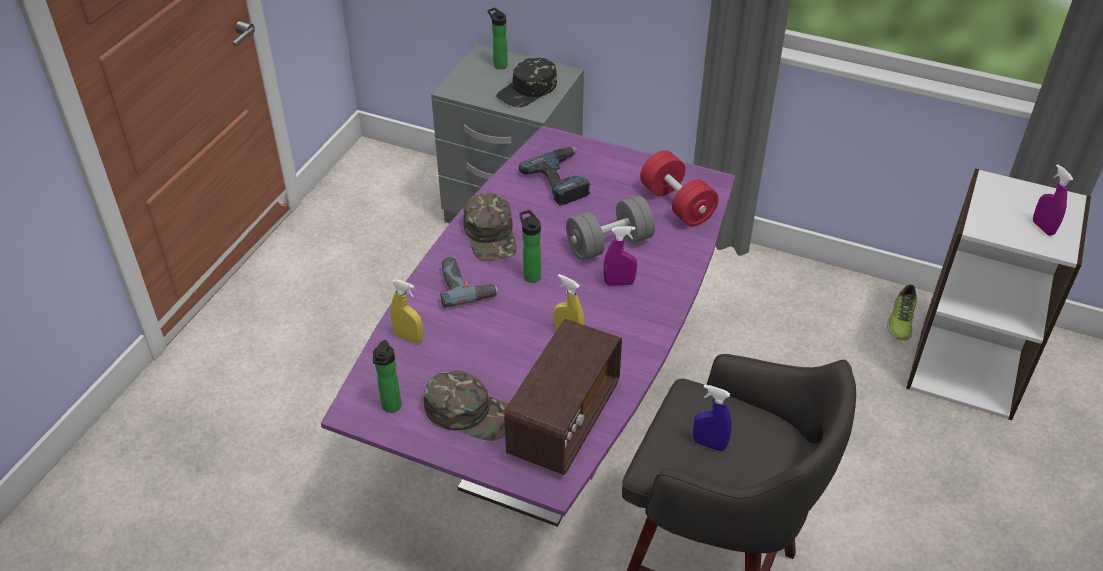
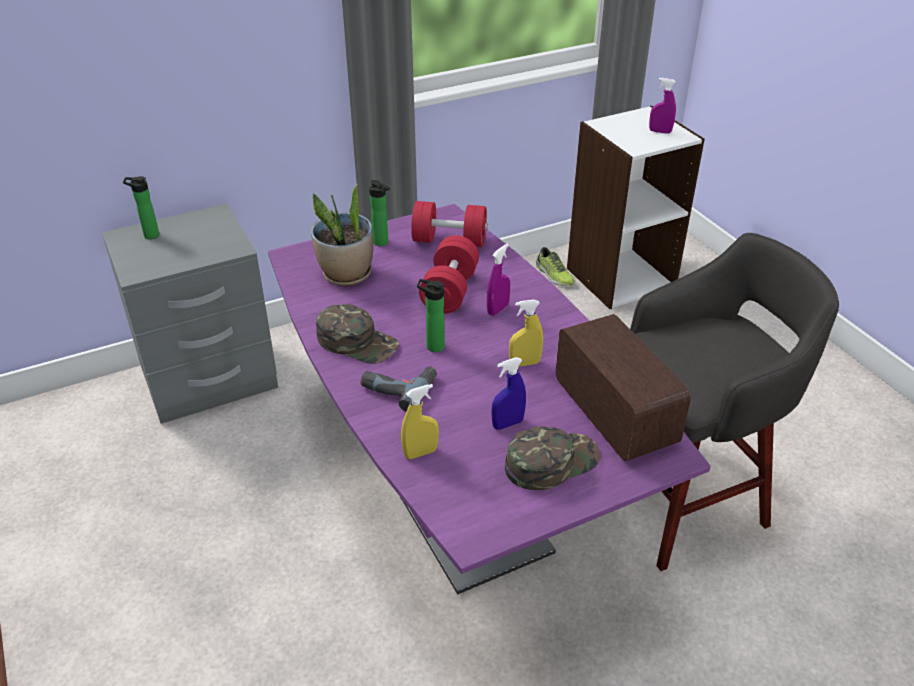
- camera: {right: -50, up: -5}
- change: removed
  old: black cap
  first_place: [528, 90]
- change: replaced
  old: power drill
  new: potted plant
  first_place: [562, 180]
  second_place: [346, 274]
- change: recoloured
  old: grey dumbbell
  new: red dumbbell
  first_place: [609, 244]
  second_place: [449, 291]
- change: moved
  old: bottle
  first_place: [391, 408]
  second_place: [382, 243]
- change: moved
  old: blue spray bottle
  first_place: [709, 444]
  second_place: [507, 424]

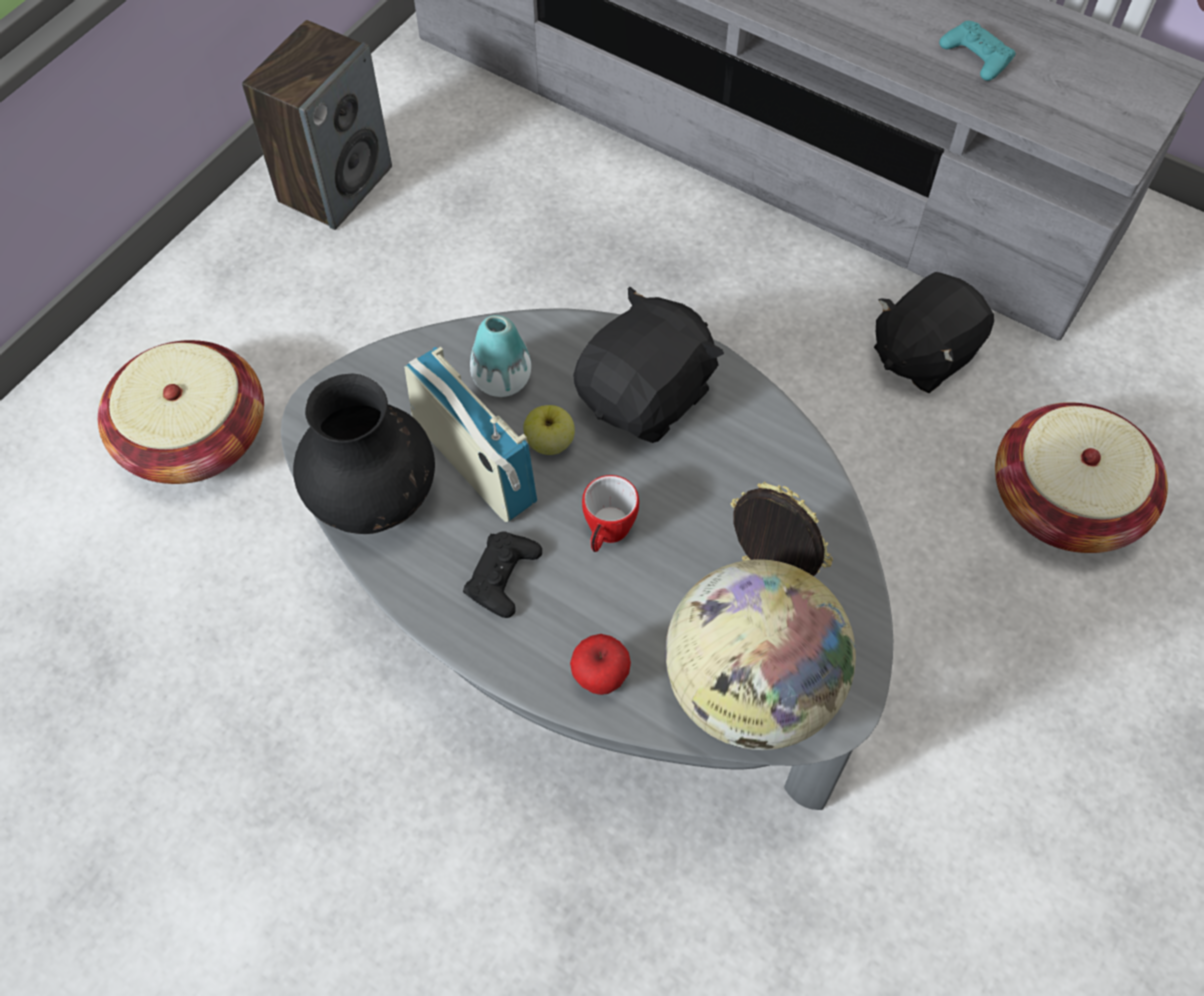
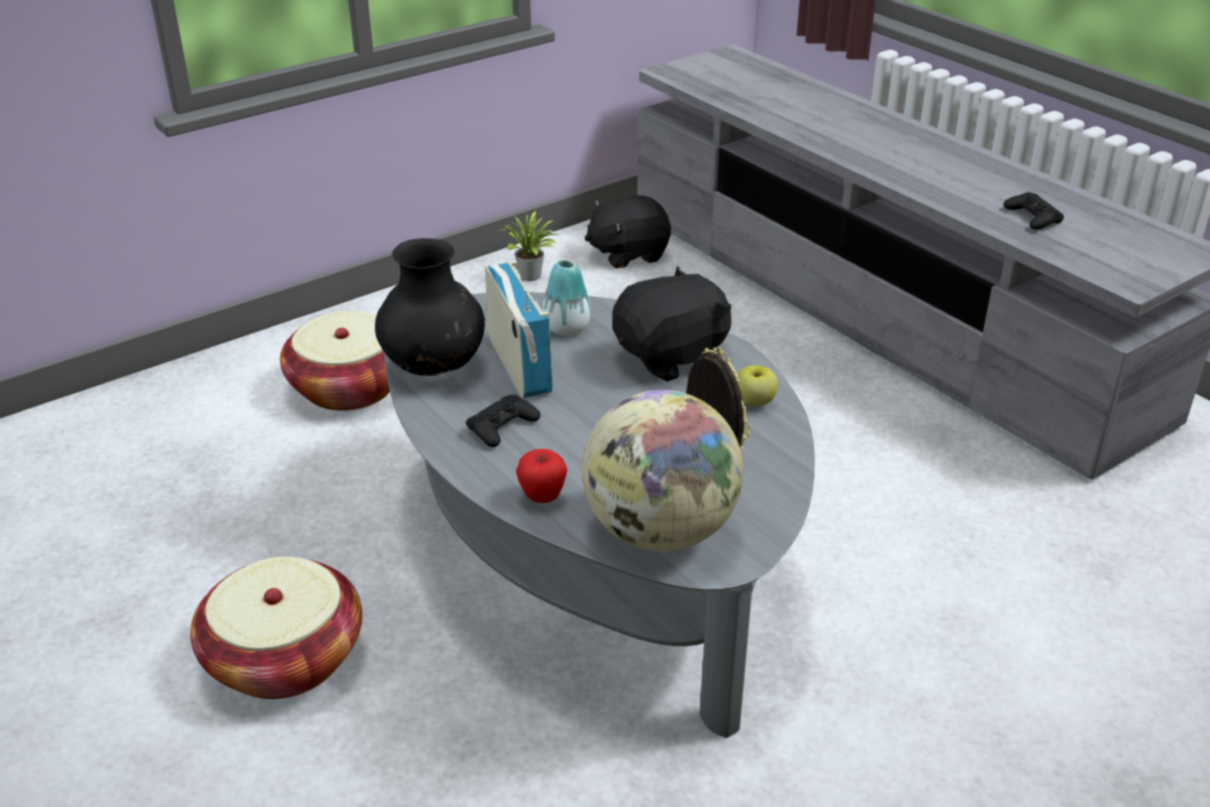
- camera: {right: 20, up: -25}
- change: replaced
  old: speaker
  new: potted plant
  first_place: [335, 184]
  second_place: [532, 277]
- change: recoloured
  old: turquoise game controller
  new: black game controller
  first_place: [976, 56]
  second_place: [1032, 217]
- change: moved
  old: black plush toy
  first_place: [922, 354]
  second_place: [628, 254]
- change: moved
  old: basket
  first_place: [1064, 501]
  second_place: [284, 658]
- change: moved
  old: apple
  first_place: [549, 443]
  second_place: [755, 401]
- change: removed
  old: mug
  first_place: [606, 533]

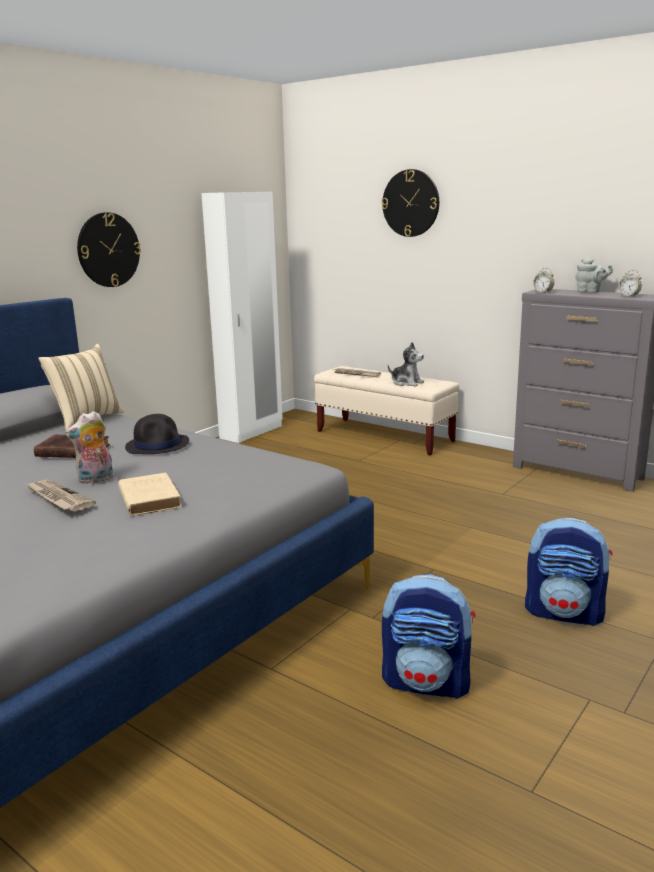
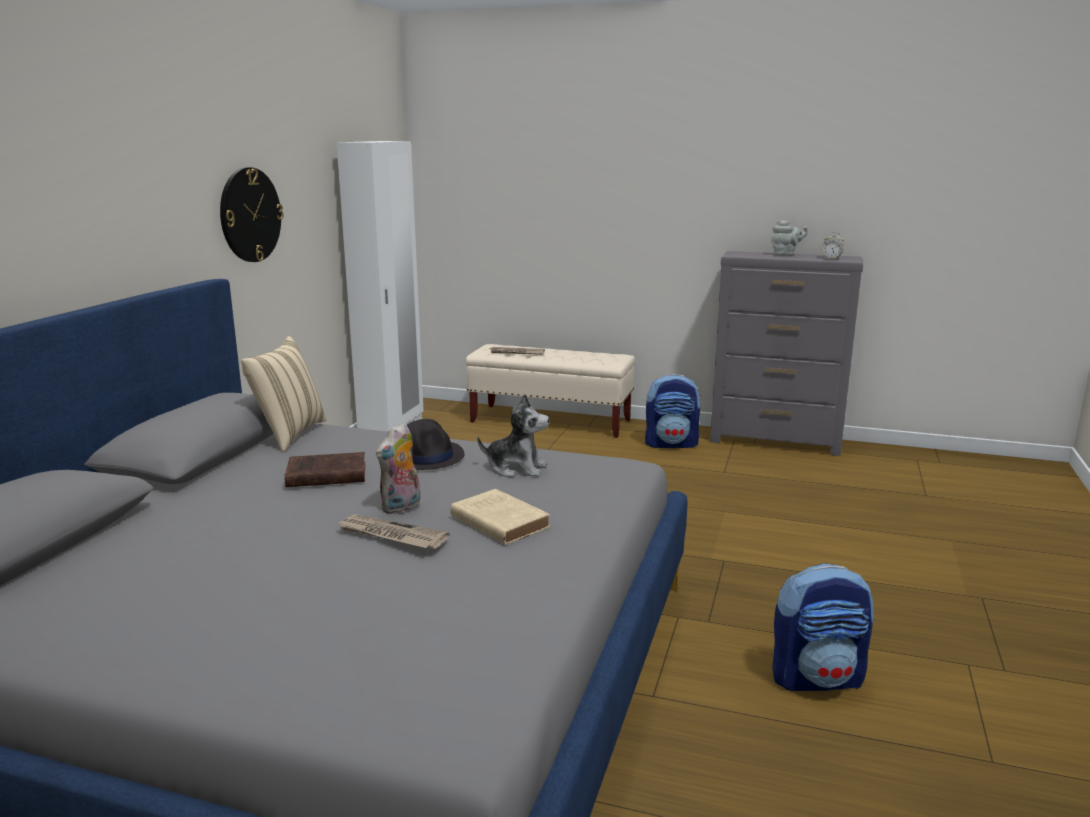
- camera: {right: -20, up: 0}
- change: removed
  old: wall clock
  first_place: [411, 203]
- change: removed
  old: alarm clock
  first_place: [543, 292]
- change: moved
  old: plush toy
  first_place: [406, 383]
  second_place: [516, 468]
- change: moved
  old: backpack
  first_place: [565, 613]
  second_place: [671, 444]

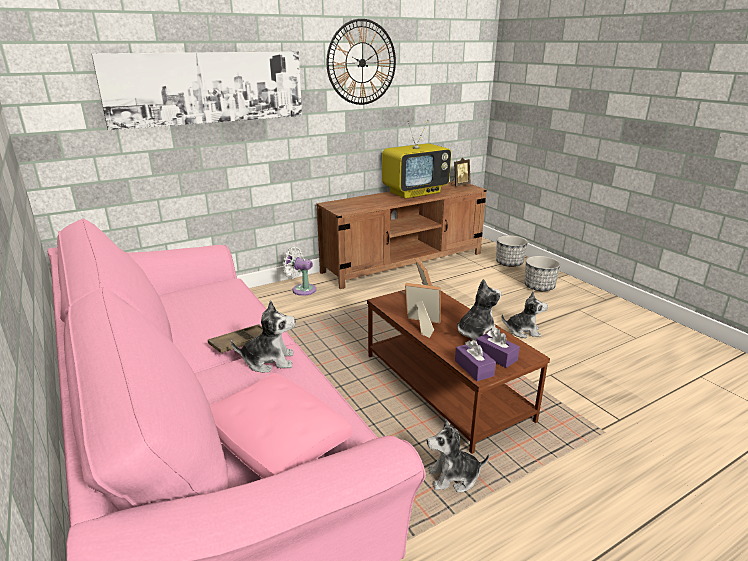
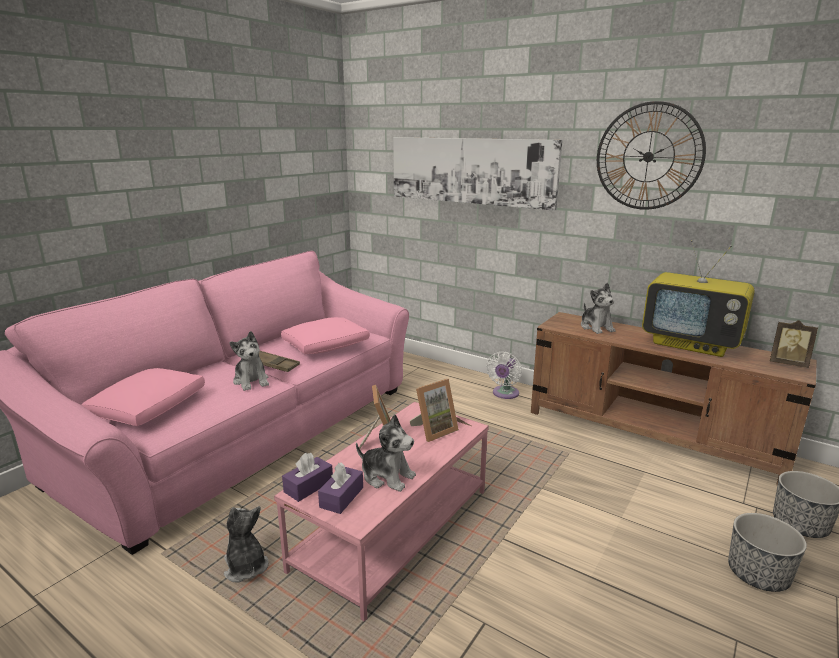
- camera: {right: 65, up: -5}
- change: turned
  old: white fan
  first_place: [301, 289]
  second_place: [504, 394]
  degrees: -150
- change: recoloured
  old: brown coffee table
  new: pink coffee table
  first_place: [443, 386]
  second_place: [393, 528]
- change: moved
  old: plush toy
  first_place: [523, 331]
  second_place: [596, 327]
- change: added
  new: pink pillow
  second_place: [326, 345]

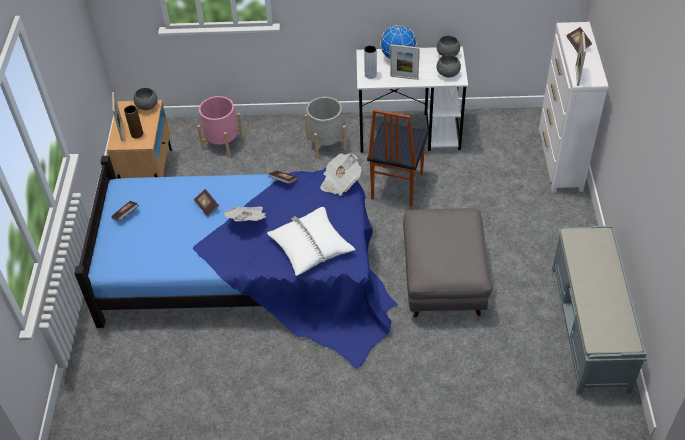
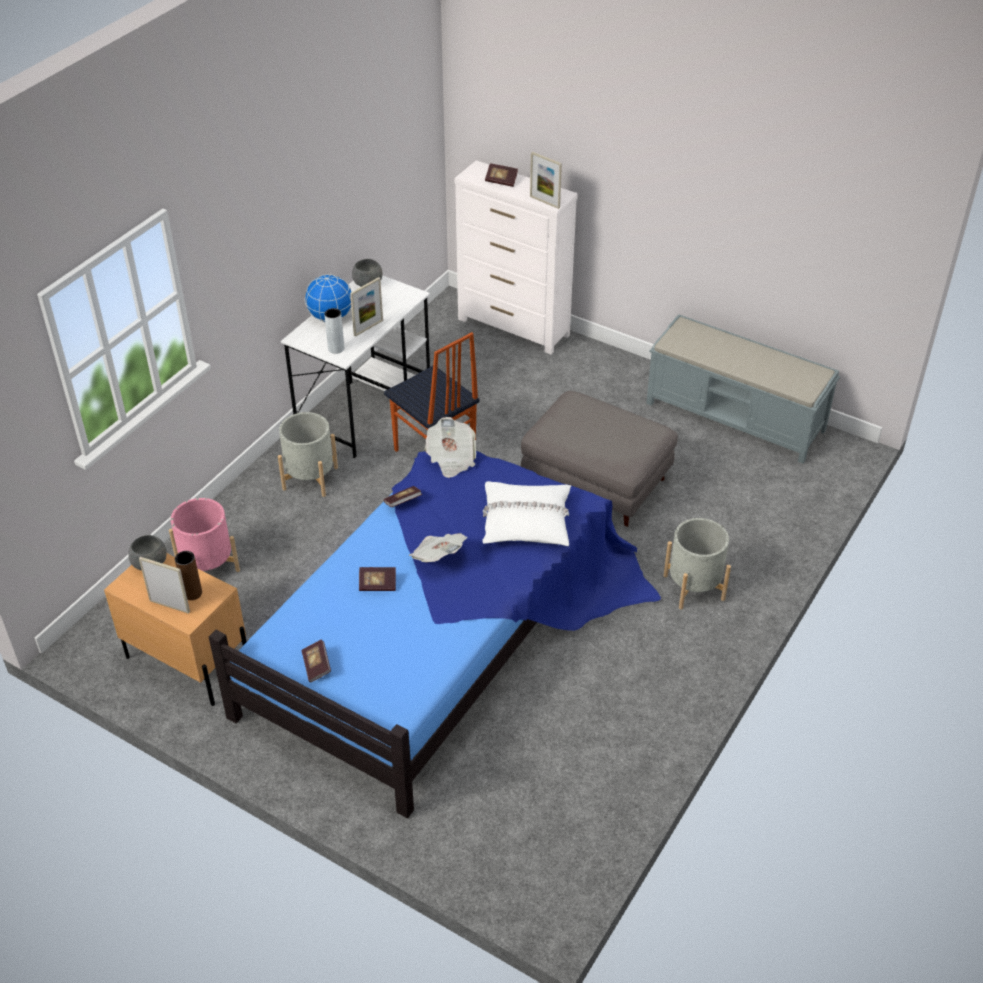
- camera: {right: -60, up: -5}
- change: removed
  old: grey bowl
  first_place: [448, 74]
- change: added
  new: grey planter
  second_place: [694, 587]

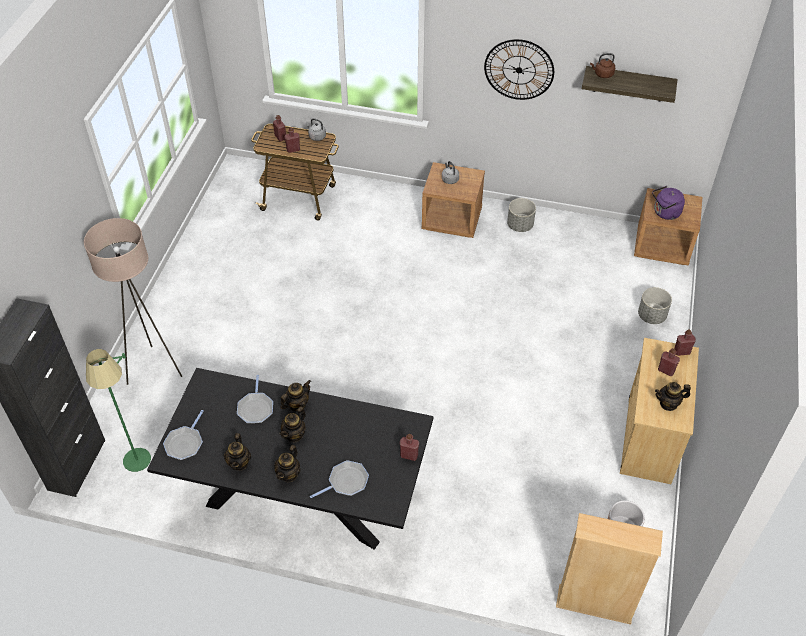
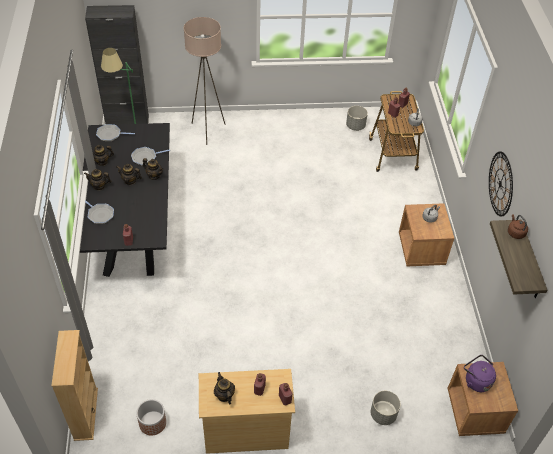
- camera: {right: 70, up: 0}
- change: moved
  old: grey planter
  first_place: [519, 225]
  second_place: [355, 126]

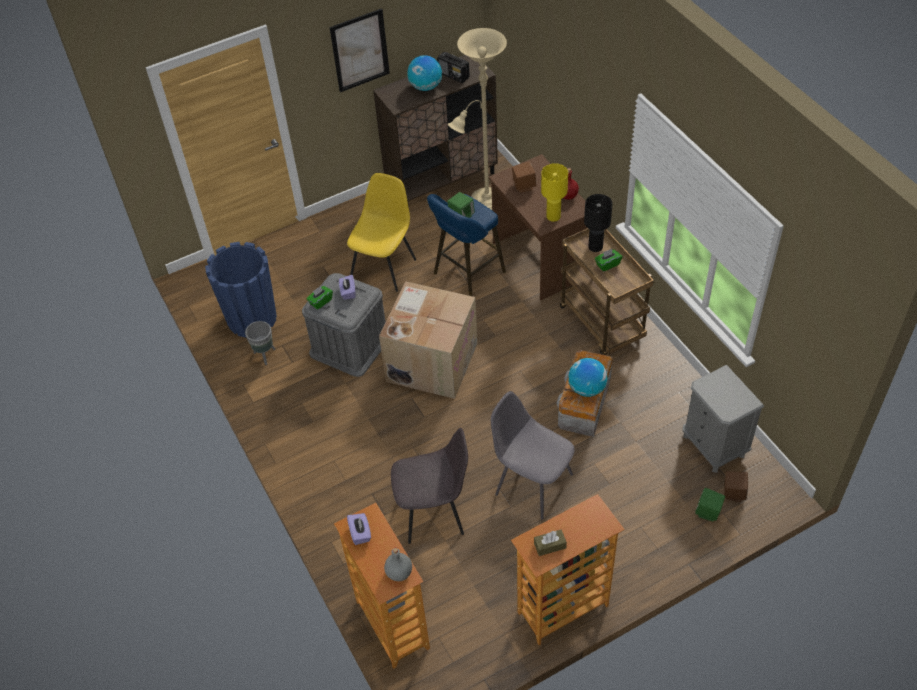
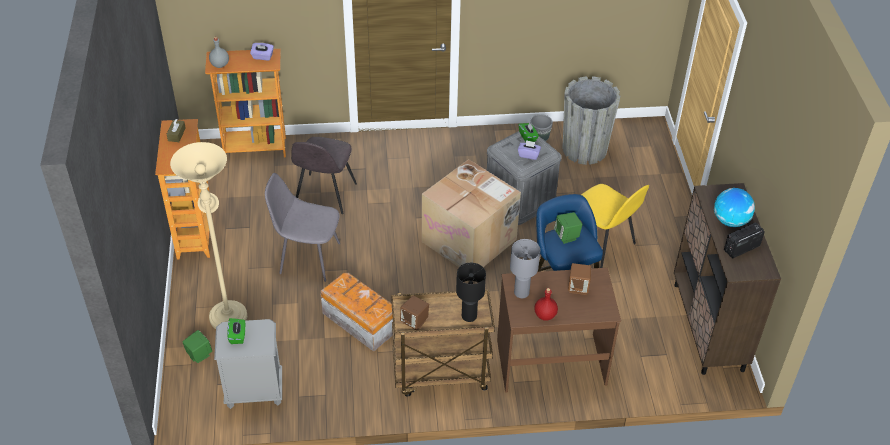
- camera: {right: 110, up: -5}
- change: removed
  old: picture
  first_place: [360, 50]
- change: moved
  old: beige floor lamp
  first_place: [483, 203]
  second_place: [227, 313]
- change: recoloured
  old: yellow table lamp
  new: grey table lamp
  first_place: [553, 216]
  second_place: [522, 293]
- change: recoloured
  old: blue planter
  new: grey planter
  first_place: [252, 318]
  second_place: [584, 149]
- change: moved
  old: green tissue box
  first_place: [607, 264]
  second_place: [237, 336]
- change: removed
  old: globe
  first_place: [586, 388]
- change: turned
  old: grey chair
  first_place: [532, 483]
  second_place: [308, 258]
  degrees: -135
- change: moved
  old: brown speaker
  first_place: [733, 493]
  second_place: [414, 321]

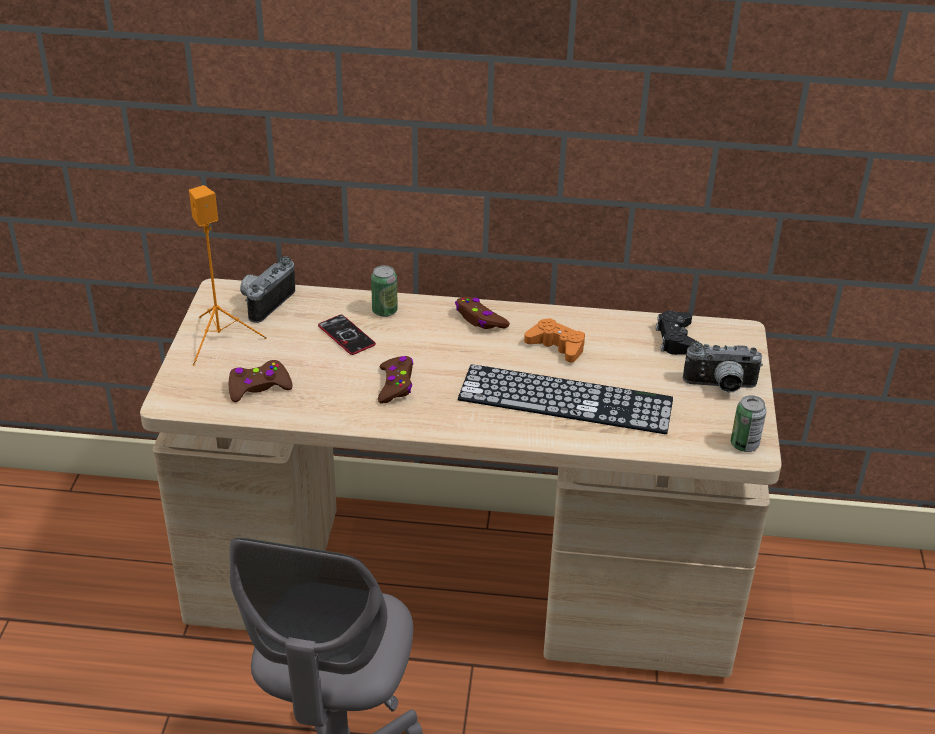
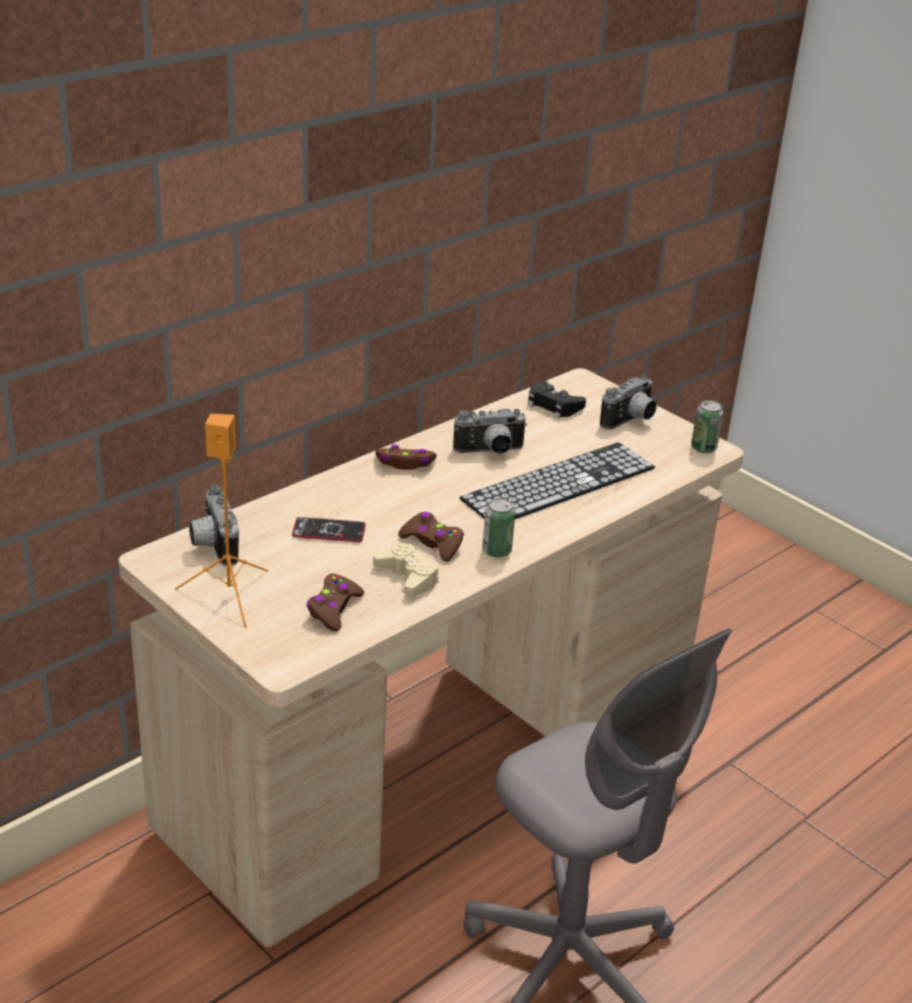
- camera: {right: -50, up: -5}
- change: moved
  old: can
  first_place: [384, 311]
  second_place: [496, 551]
- change: replaced
  old: orange game controller
  new: photo camera
  first_place: [556, 346]
  second_place: [490, 452]
- change: added
  new: beige game controller
  second_place: [407, 576]

